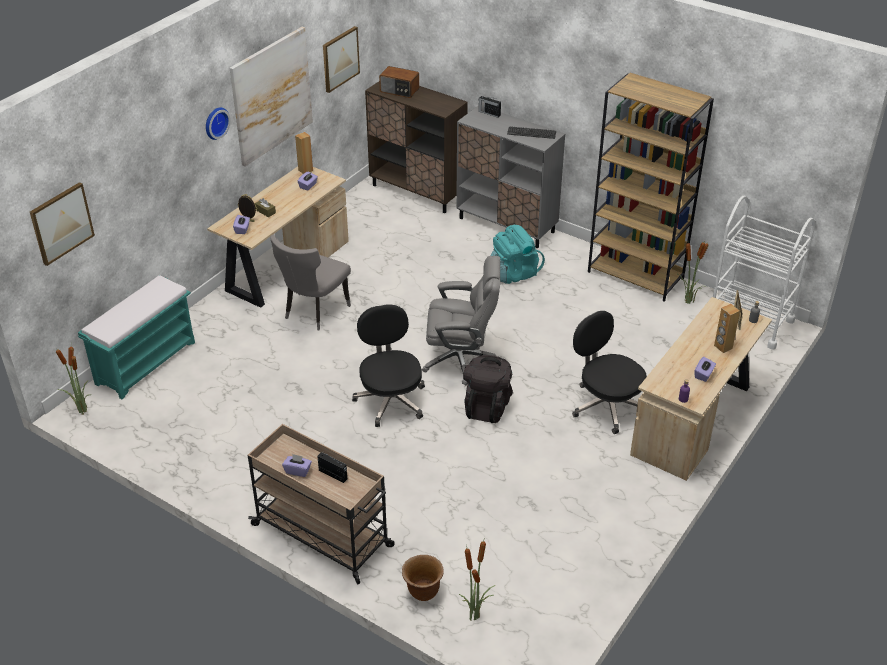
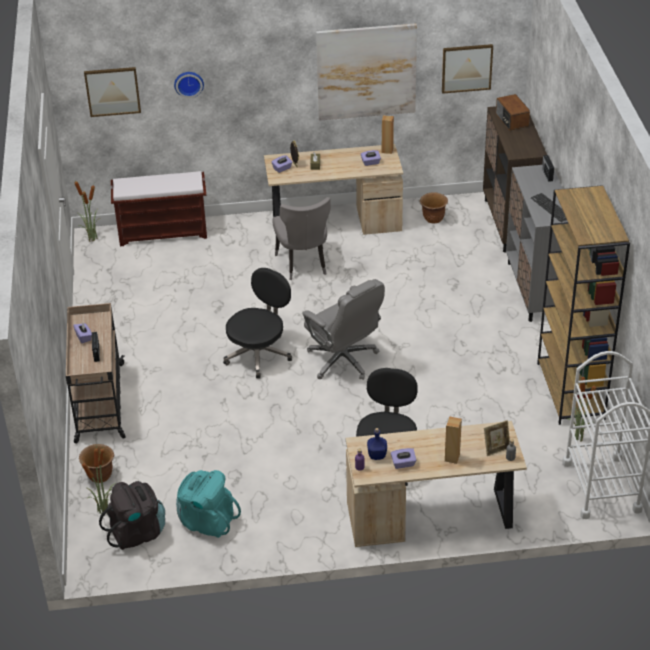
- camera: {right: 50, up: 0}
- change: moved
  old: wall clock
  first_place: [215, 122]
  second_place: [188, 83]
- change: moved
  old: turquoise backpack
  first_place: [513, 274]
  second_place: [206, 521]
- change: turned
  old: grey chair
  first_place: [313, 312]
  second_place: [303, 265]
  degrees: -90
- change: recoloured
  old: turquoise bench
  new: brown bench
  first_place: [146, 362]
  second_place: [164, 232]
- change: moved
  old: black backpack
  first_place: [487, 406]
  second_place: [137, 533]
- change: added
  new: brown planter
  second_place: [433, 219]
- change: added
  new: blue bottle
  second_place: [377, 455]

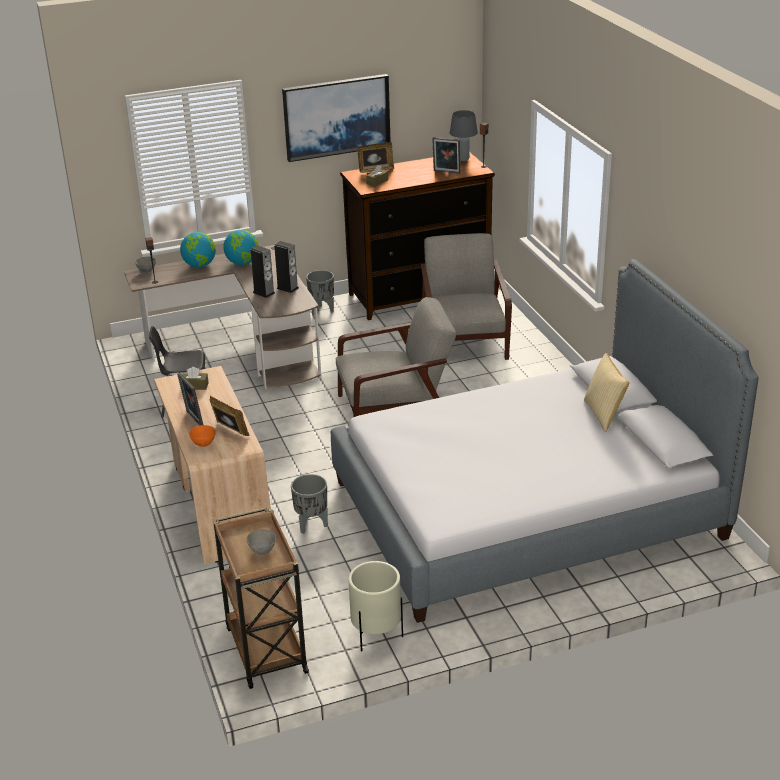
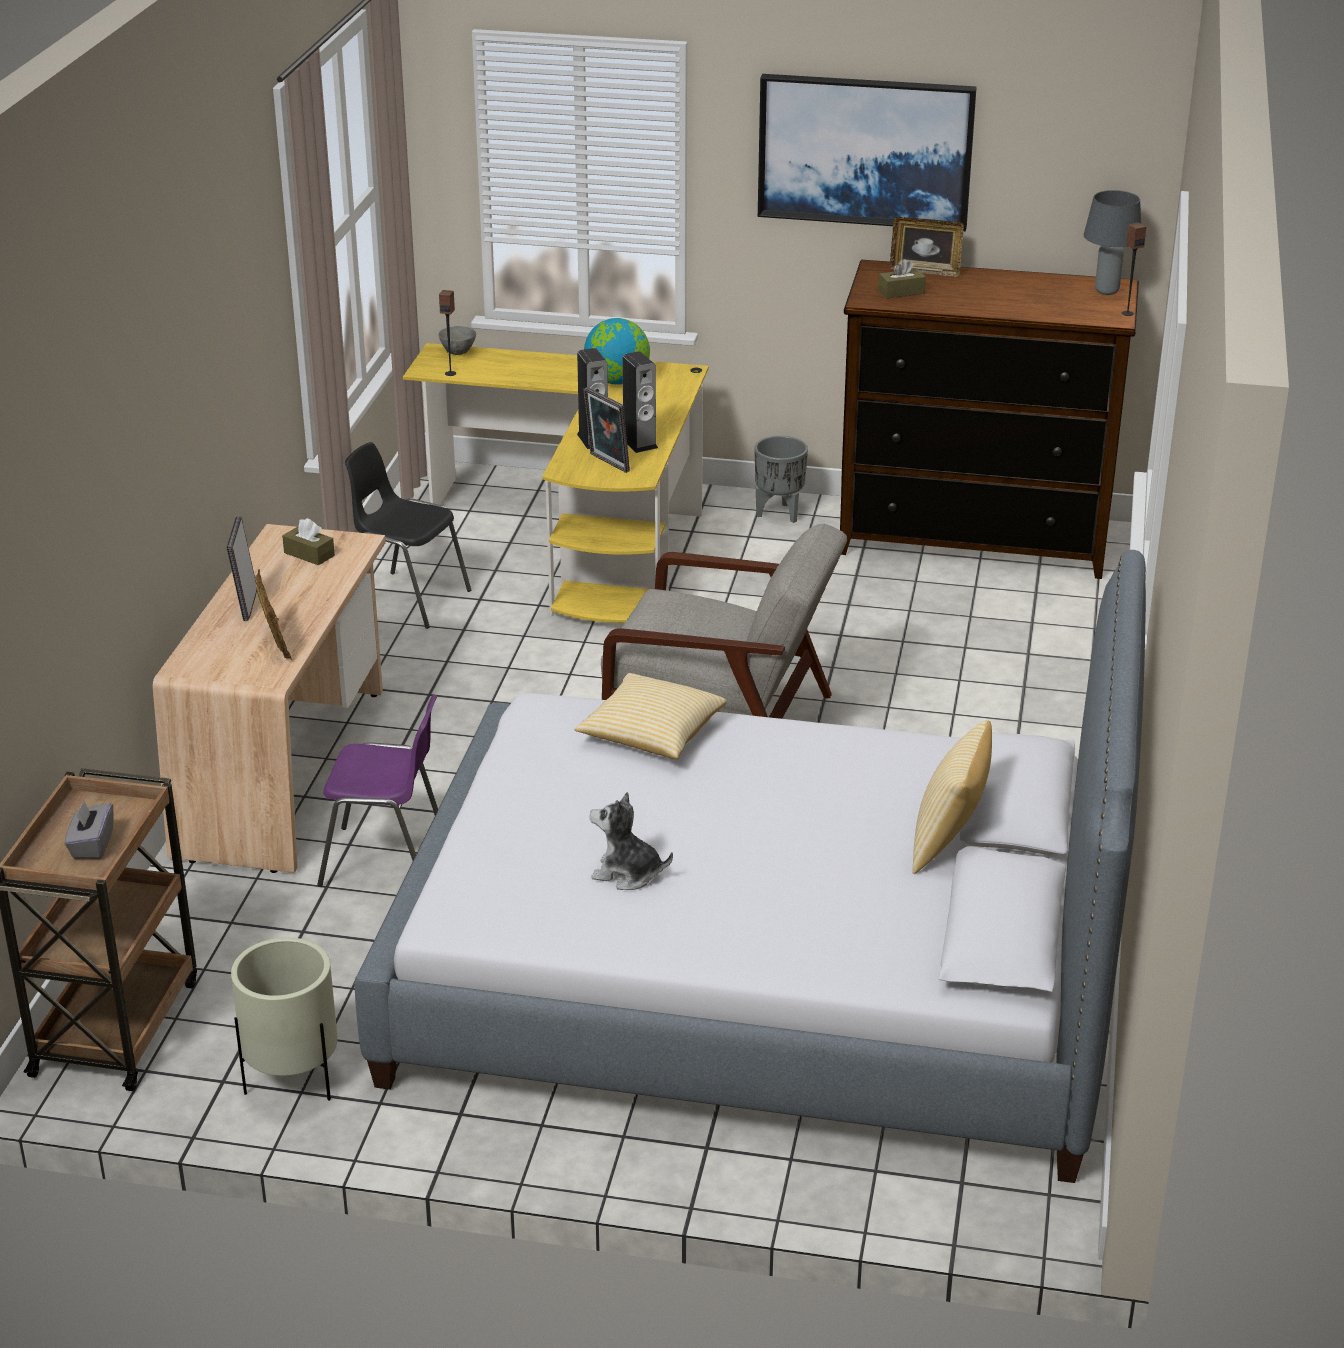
- camera: {right: 30, up: 0}
- change: moved
  old: picture frame
  first_place: [446, 172]
  second_place: [607, 463]
- change: removed
  old: globe
  first_place: [200, 265]
- change: removed
  old: grey armchair
  first_place: [463, 339]
- change: recoloured
  old: brown desk
  new: yellow desk
  first_place: [244, 349]
  second_place: [587, 539]
- change: removed
  old: orange bowl
  first_place: [204, 444]
- change: replaced
  old: grey planter
  new: purple chair
  first_place: [312, 525]
  second_place: [387, 861]
- change: replaced
  old: grey bowl
  new: grey tissue box
  first_place: [262, 551]
  second_place: [92, 845]
- change: added
  new: pillow
  second_place: [651, 734]
- change: added
  new: plush toy
  second_place: [627, 874]

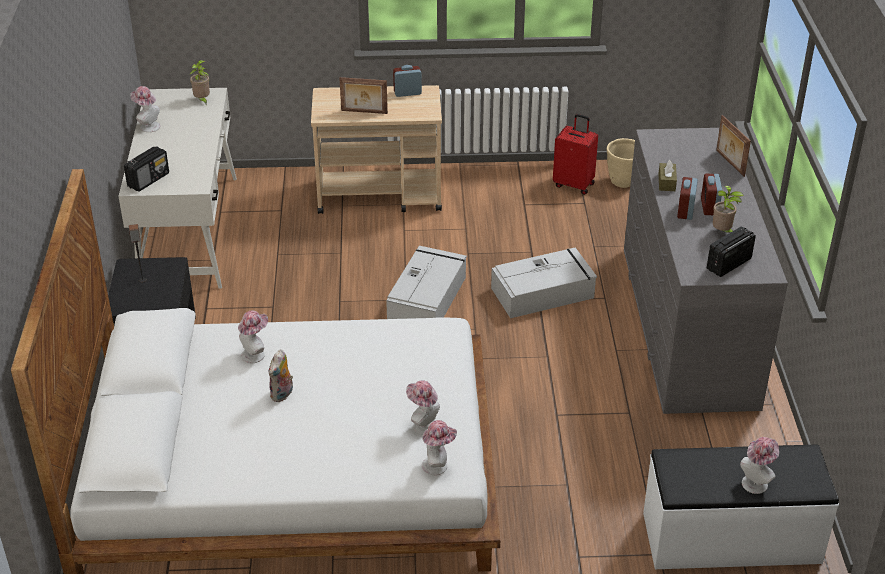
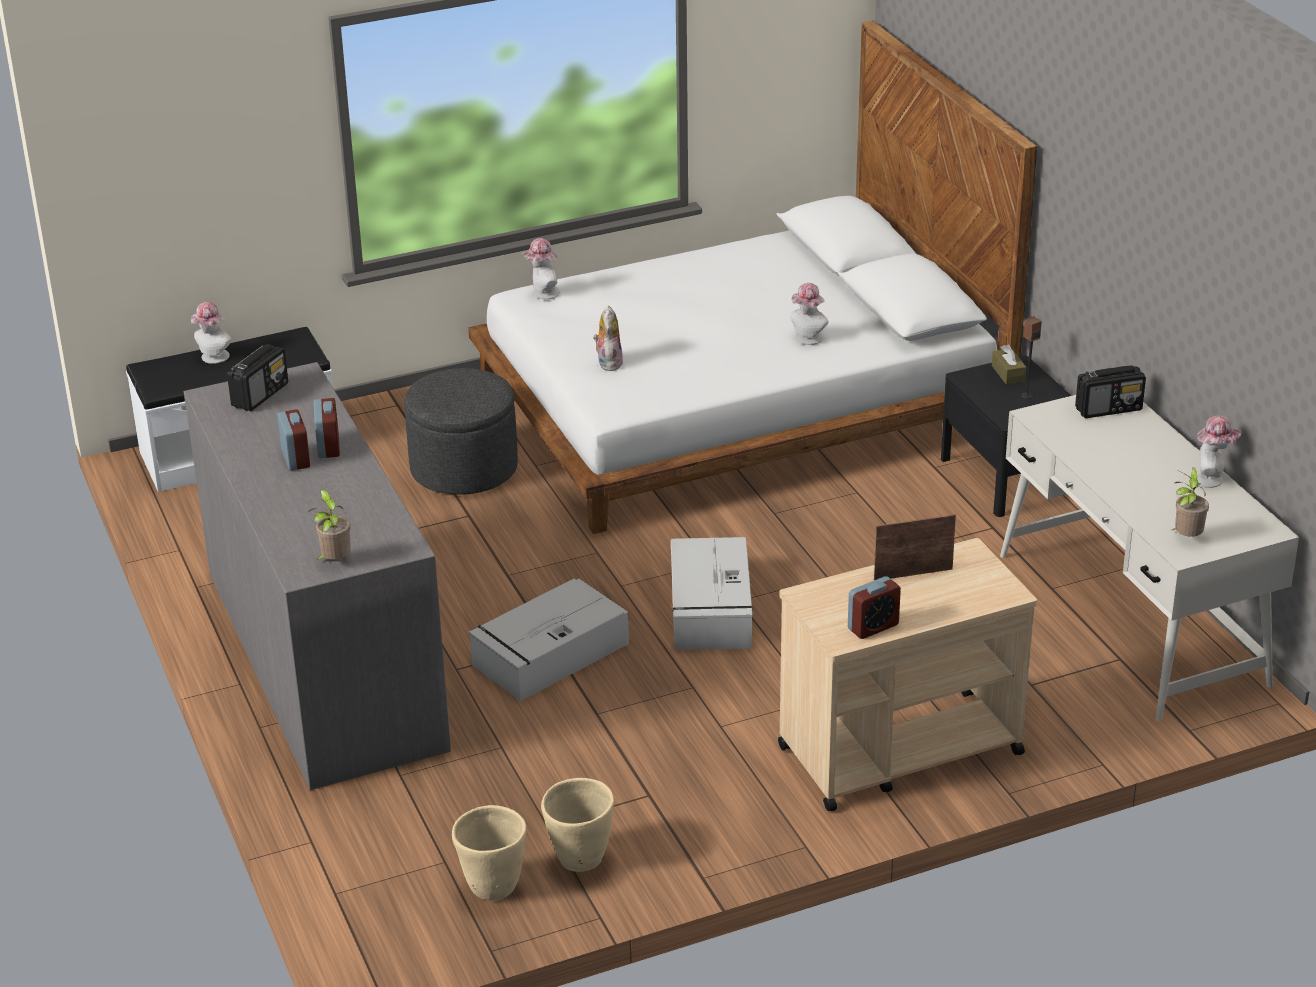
- camera: {right: 160, up: -5}
- change: replaced
  old: red suitcase
  new: beige planter
  first_place: [574, 184]
  second_place: [579, 859]
- change: removed
  old: picture frame
  first_place: [729, 163]
- change: turned
  old: radio
  first_place: [149, 180]
  second_place: [1109, 409]
  degrees: -120
- change: moved
  old: brown tissue box
  first_place: [666, 182]
  second_place: [1008, 373]
- change: moved
  old: potted plant
  first_place: [722, 232]
  second_place: [334, 561]
- change: moved
  old: plush toy
  first_place: [282, 394]
  second_place: [608, 362]
- change: removed
  old: hat
  first_place: [422, 425]
- change: added
  new: grey ottoman
  second_place: [464, 468]

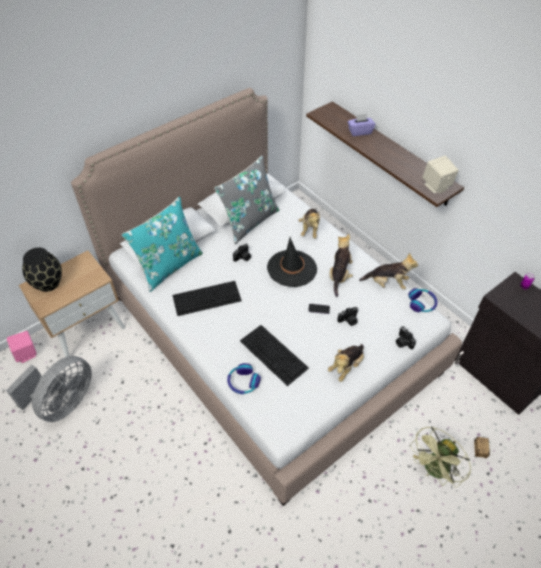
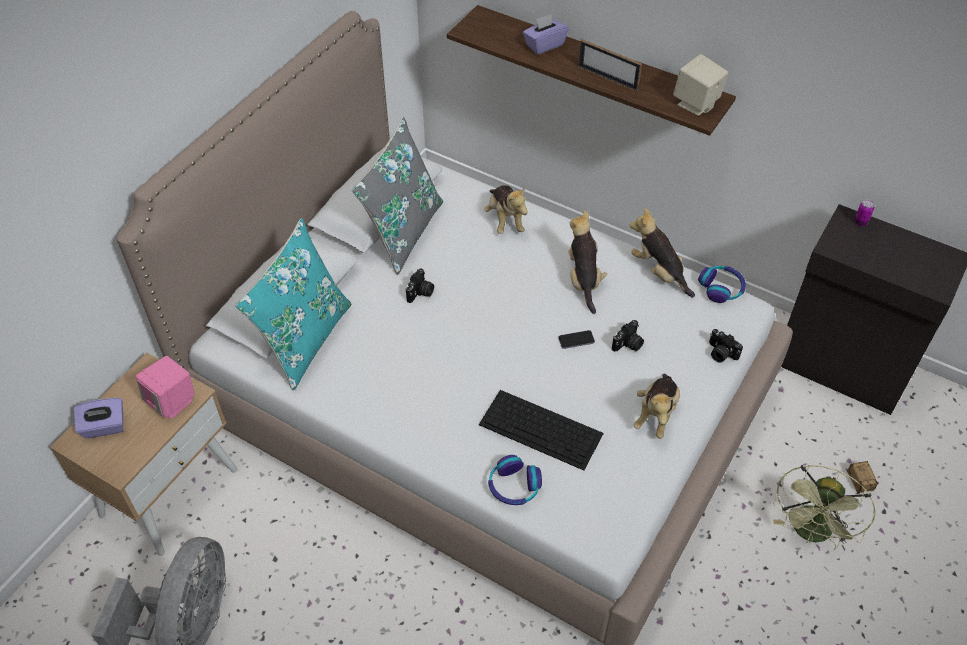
- camera: {right: -20, up: 0}
- change: removed
  old: black hat
  first_place: [292, 268]
- change: replaced
  old: black vase
  new: purple tissue box
  first_place: [49, 283]
  second_place: [104, 427]
- change: turned
  old: plush toy
  first_place: [387, 283]
  second_place: [659, 272]
  degrees: -120
- change: removed
  old: keyboard
  first_place: [207, 297]
- change: moved
  old: pink speaker
  first_place: [27, 354]
  second_place: [172, 402]
- change: added
  new: picture frame
  second_place: [607, 78]

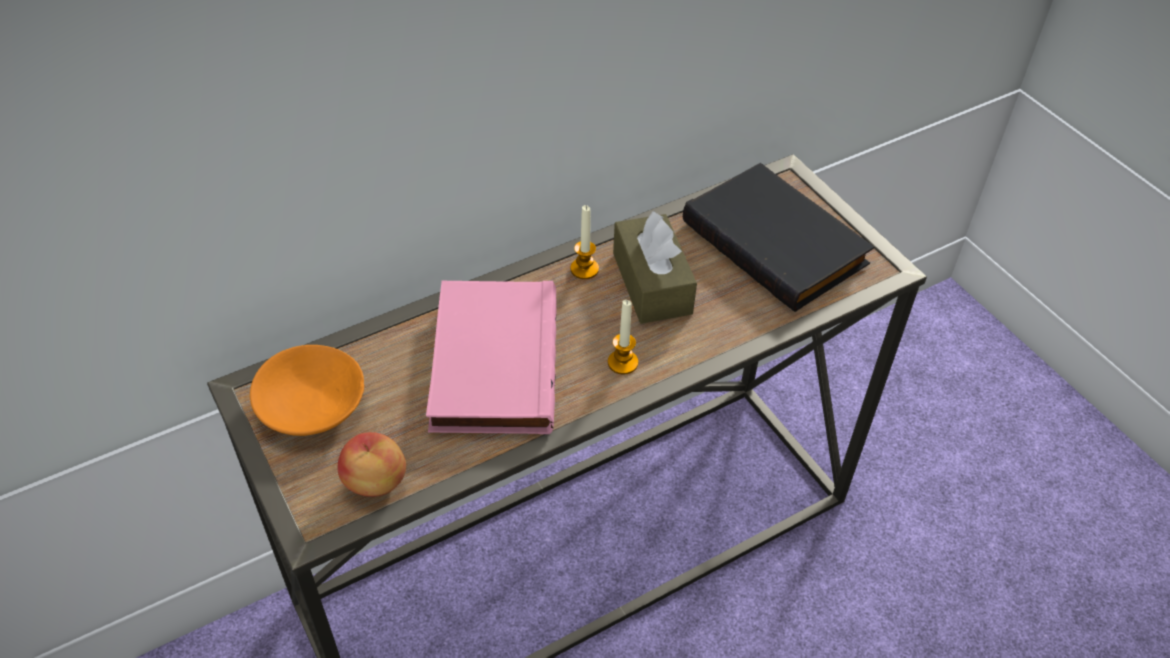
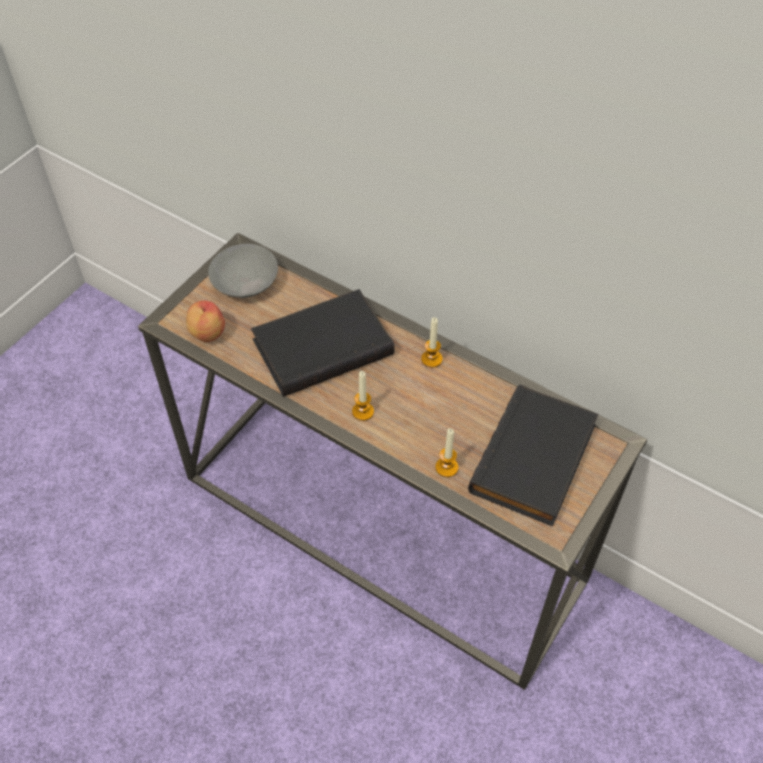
- camera: {right: 65, up: 5}
- change: removed
  old: brown tissue box
  first_place: [652, 283]
- change: recoloured
  old: pink book
  new: black book
  first_place: [490, 362]
  second_place: [322, 345]
- change: recoloured
  old: orange bowl
  new: grey bowl
  first_place: [313, 405]
  second_place: [245, 282]
- change: added
  new: candle
  second_place: [446, 467]

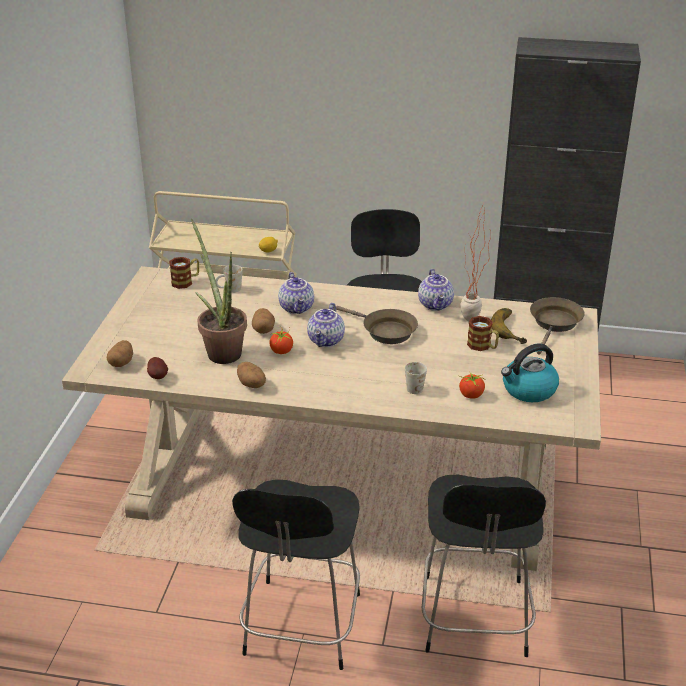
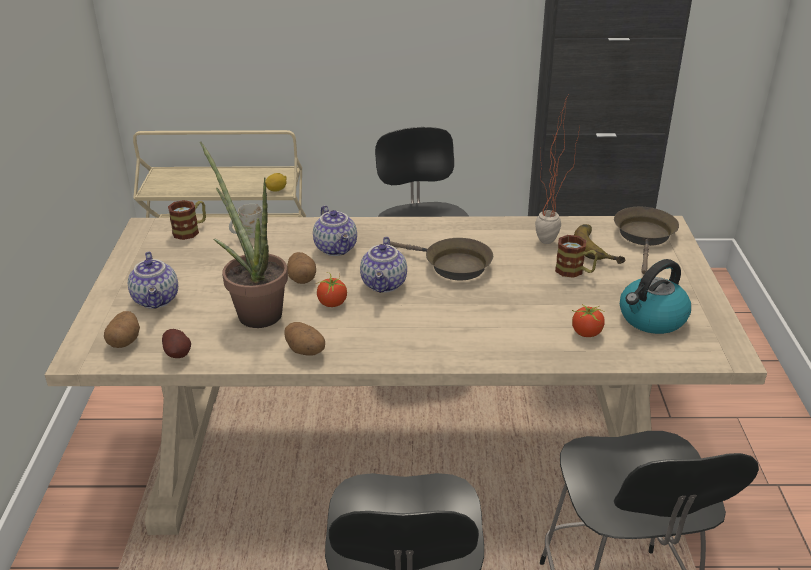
- camera: {right: -10, up: 0}
- change: moved
  old: teapot
  first_place: [436, 305]
  second_place: [157, 300]
- change: removed
  old: white mug
  first_place: [412, 386]

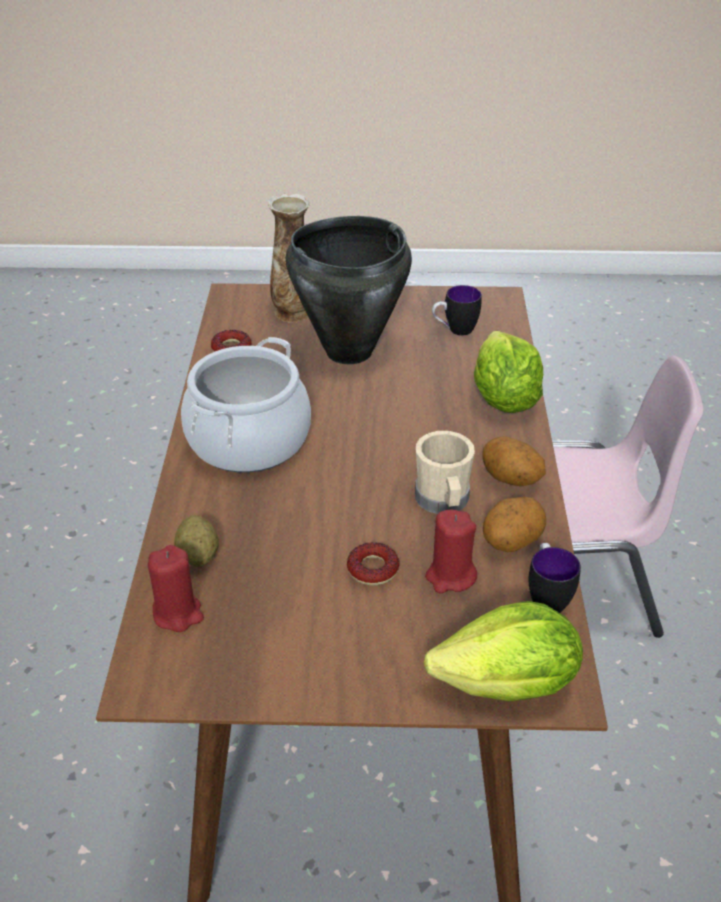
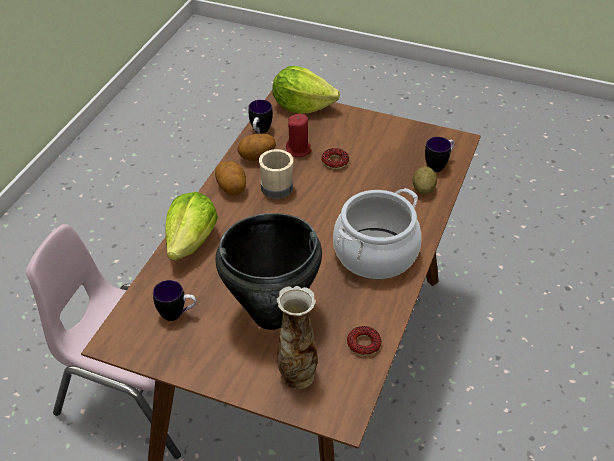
- camera: {right: -160, up: 5}
- change: replaced
  old: red candle
  new: mug
  first_place: [178, 613]
  second_place: [439, 165]

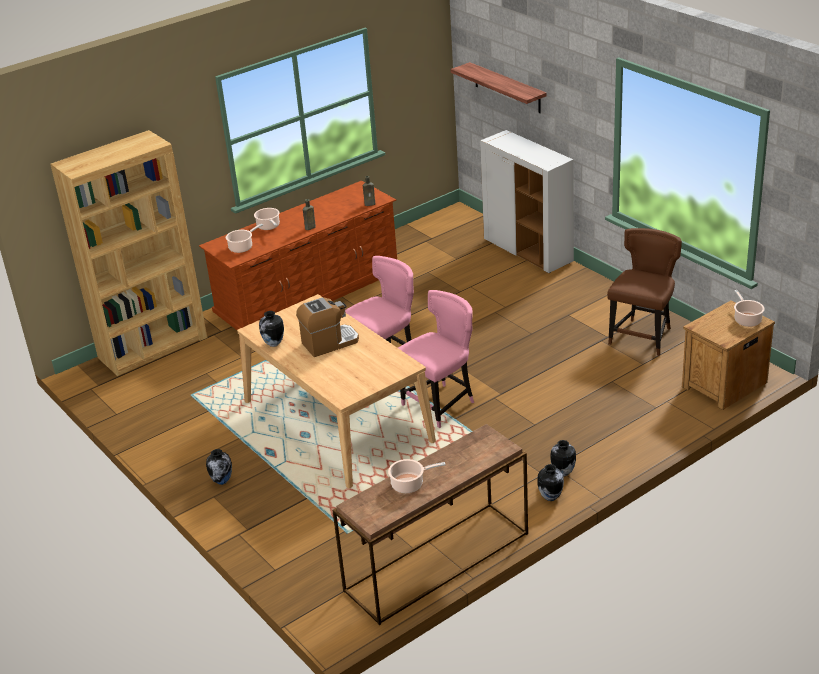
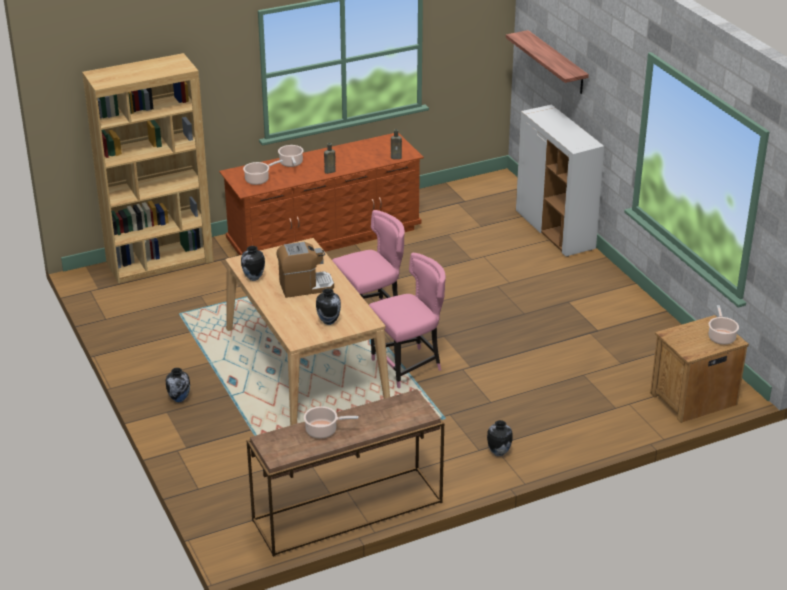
- camera: {right: 10, up: 0}
- change: removed
  old: brown chair
  first_place: [642, 336]
- change: moved
  old: vase
  first_place: [550, 497]
  second_place: [329, 321]

